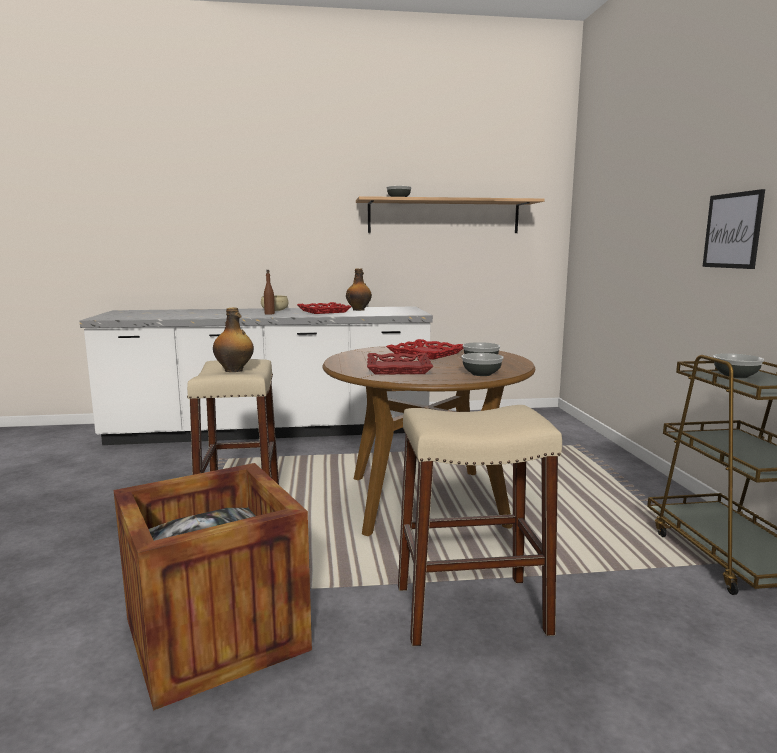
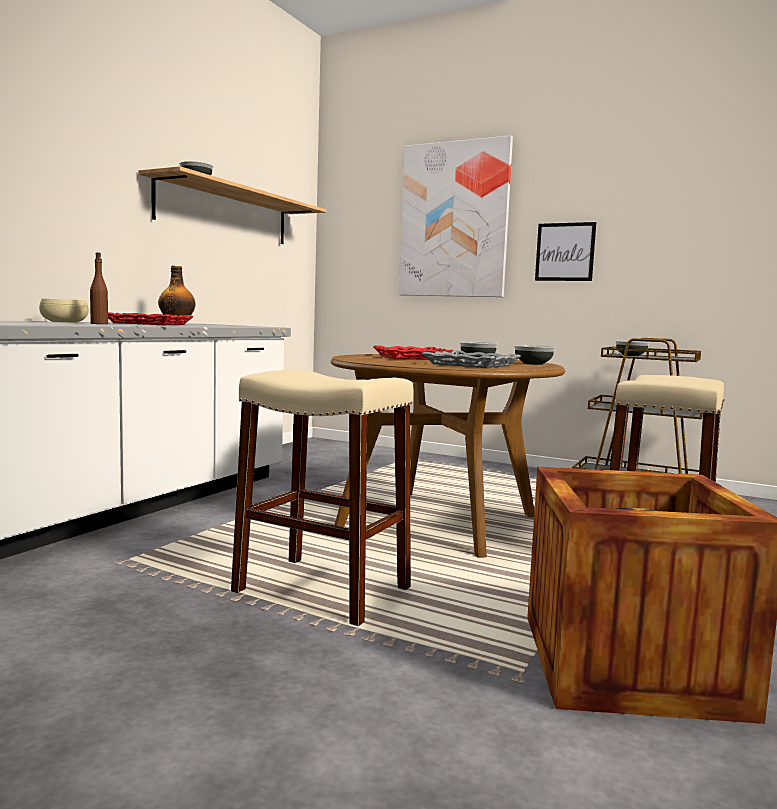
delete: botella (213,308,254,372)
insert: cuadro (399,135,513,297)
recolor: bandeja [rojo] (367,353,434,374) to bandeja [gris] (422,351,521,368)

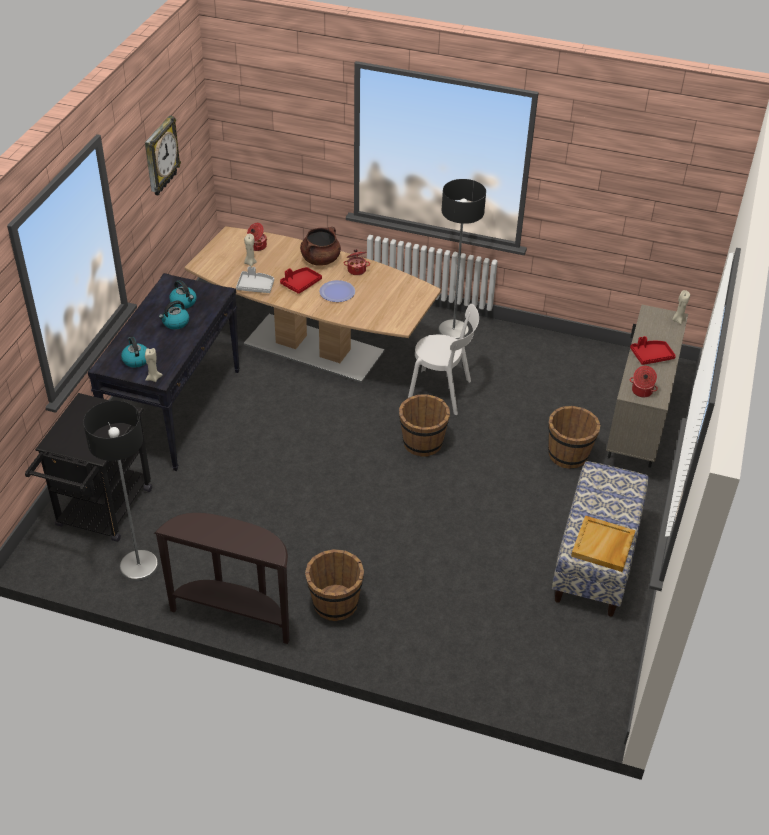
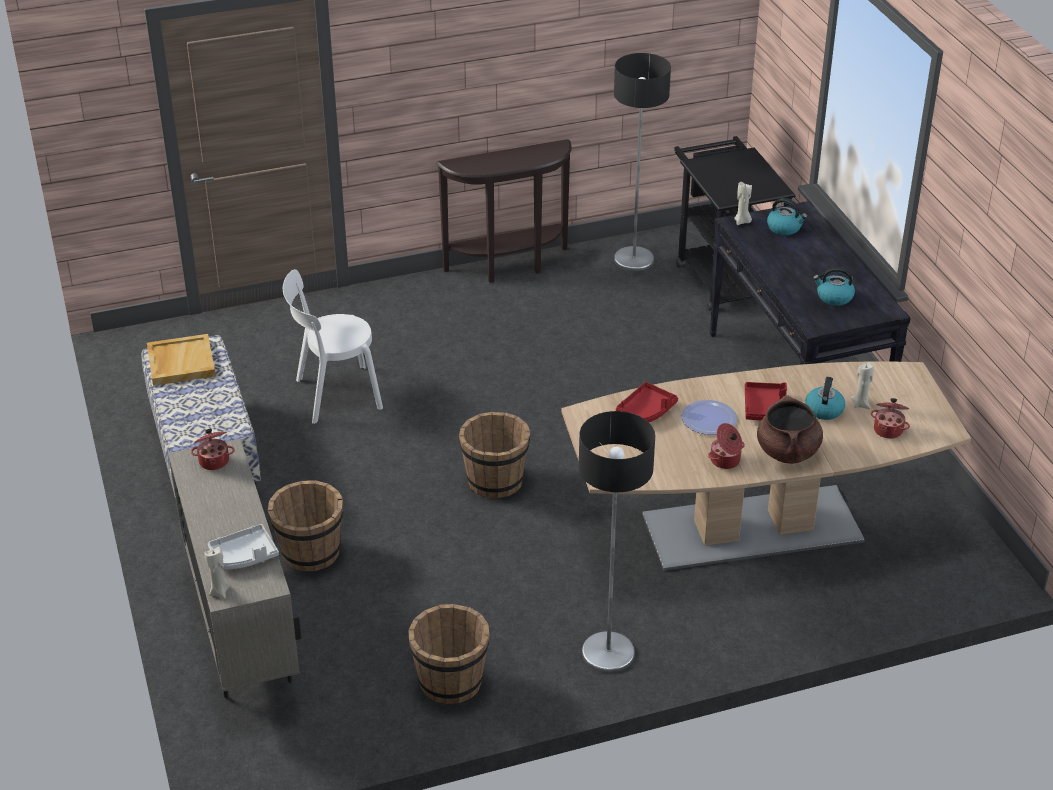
delete: reloj de pared (145,116,181,195)
move: bandeja [gris] (236,266,274,293) to (208,524,279,569); hervidor (159,300,189,329) to (805,377,845,420); silla [blanco] (408,304,479,415) to (283,269,383,424); bandeja [rojo] (630,336,676,365) to (616,382,678,422); cubo [marrón] (305,549,364,621) to (408,604,490,704)

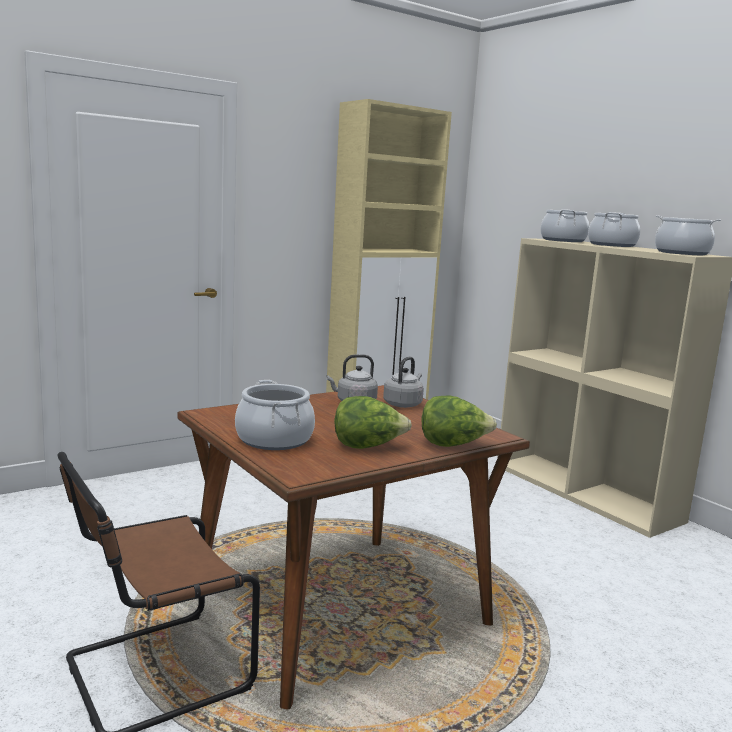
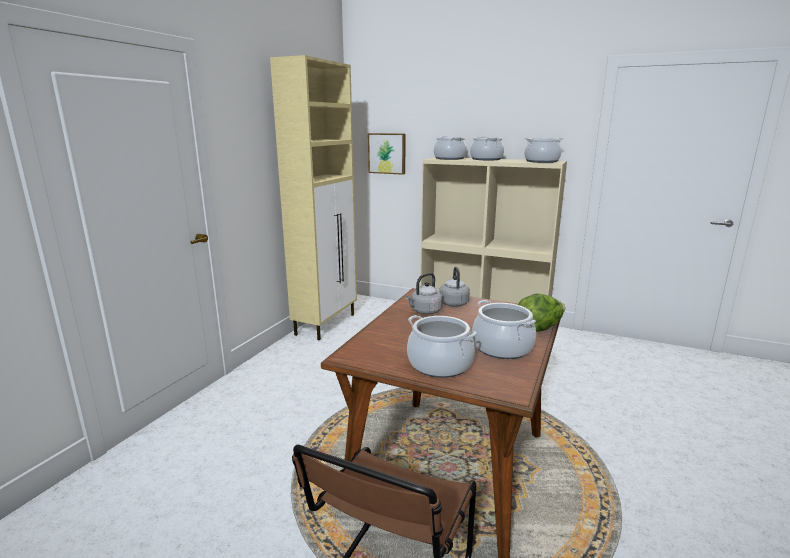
insert: cuadro (368,133,406,175)
replace: lechuga (334,396,412,449) to olla (472,300,536,359)

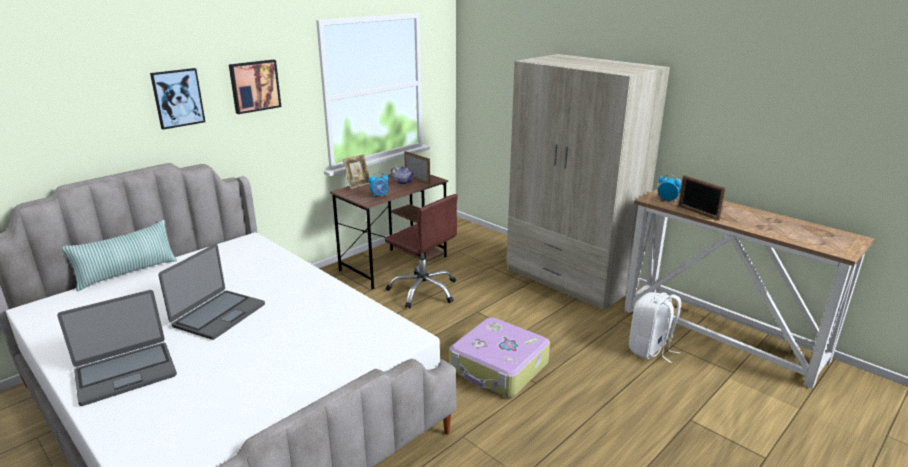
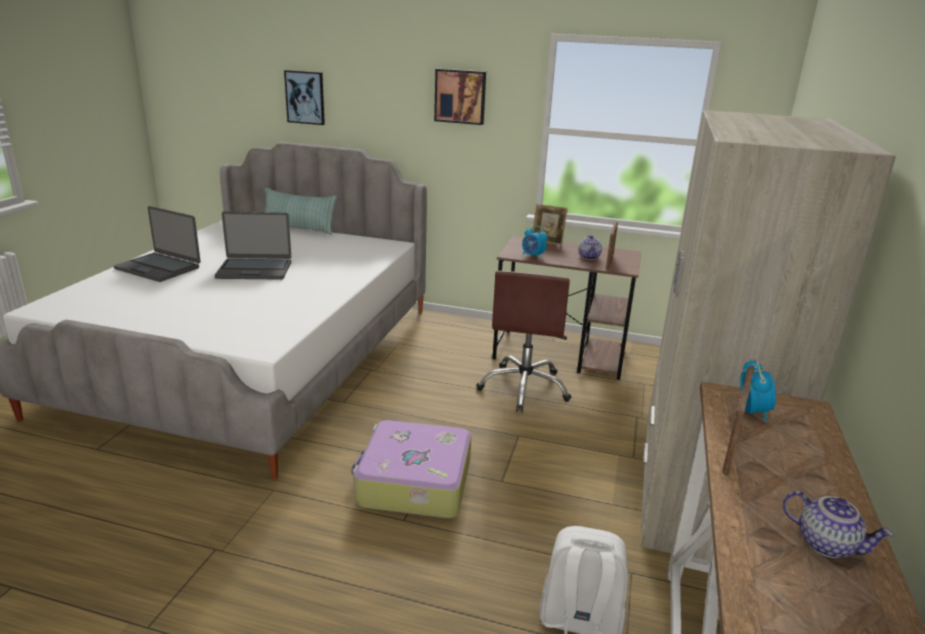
insert: tetera (783,491,894,558)
move: cuadro (150,68,205,129) to (284,70,325,125)

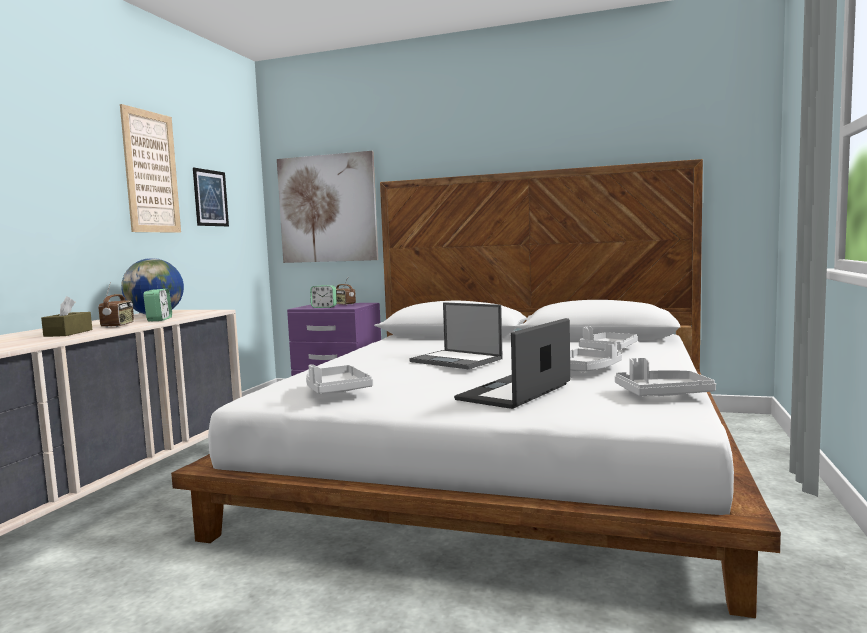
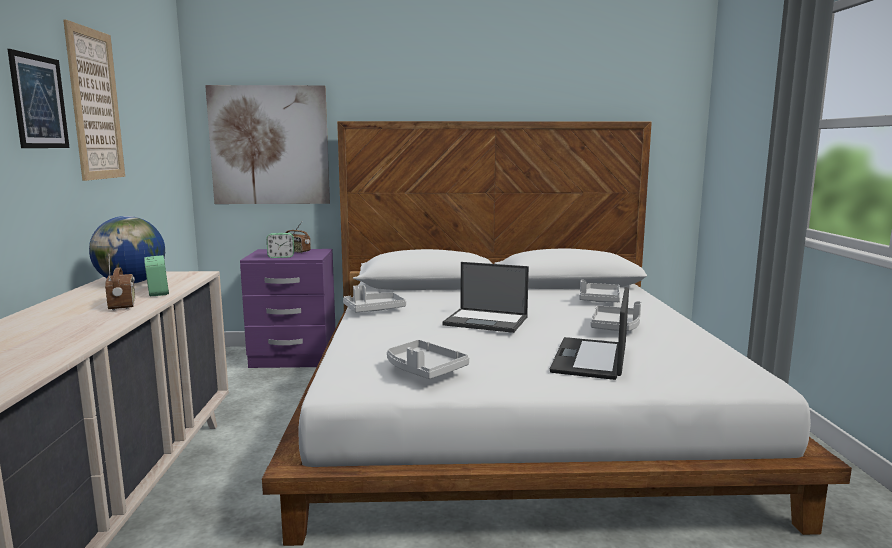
delete: caja de pañuelos [marrón] (41,296,92,337)
move: cuadro (193,168,229,226) to (7,49,70,148); bandeja [gris] (615,358,716,396) to (343,285,406,312)

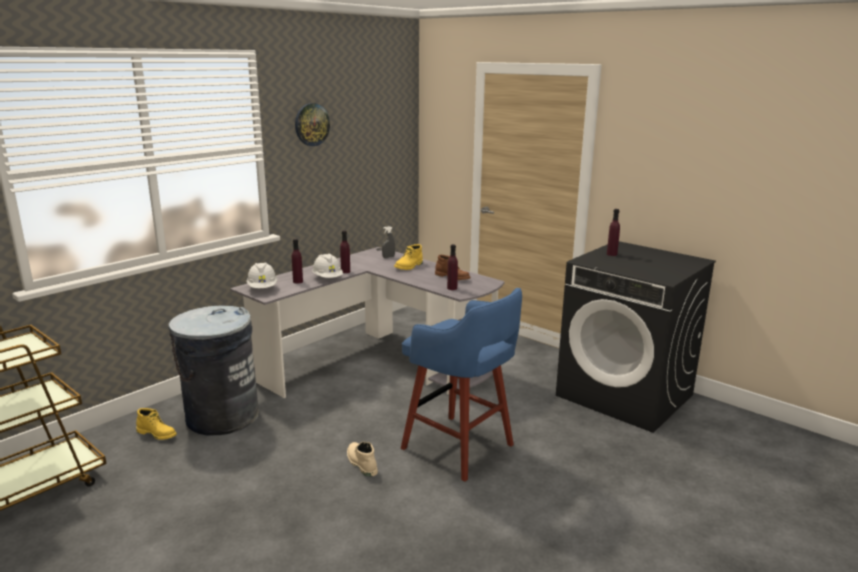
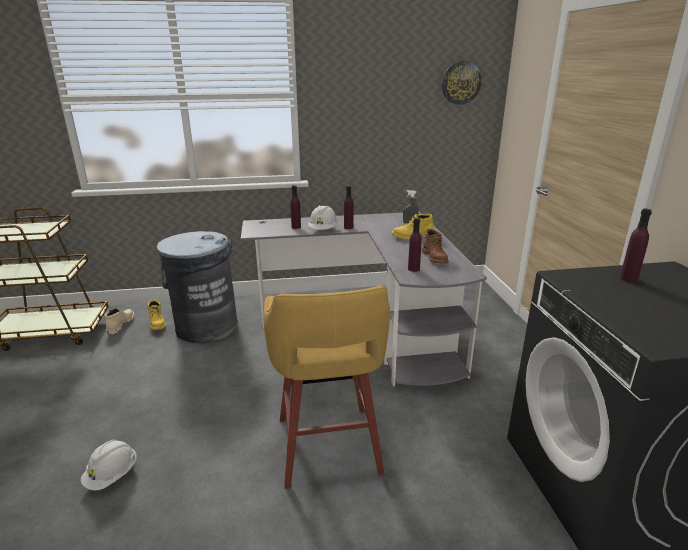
move: reloj de pared (295,103,330,146) to (442,61,482,104); casco [blanco] (246,262,278,288) to (81,440,137,491); bota [beis] (347,442,378,477) to (105,308,135,334)
recolor: taburete [azul] (401,288,522,482) to taburete [amarillo] (263,286,390,489)

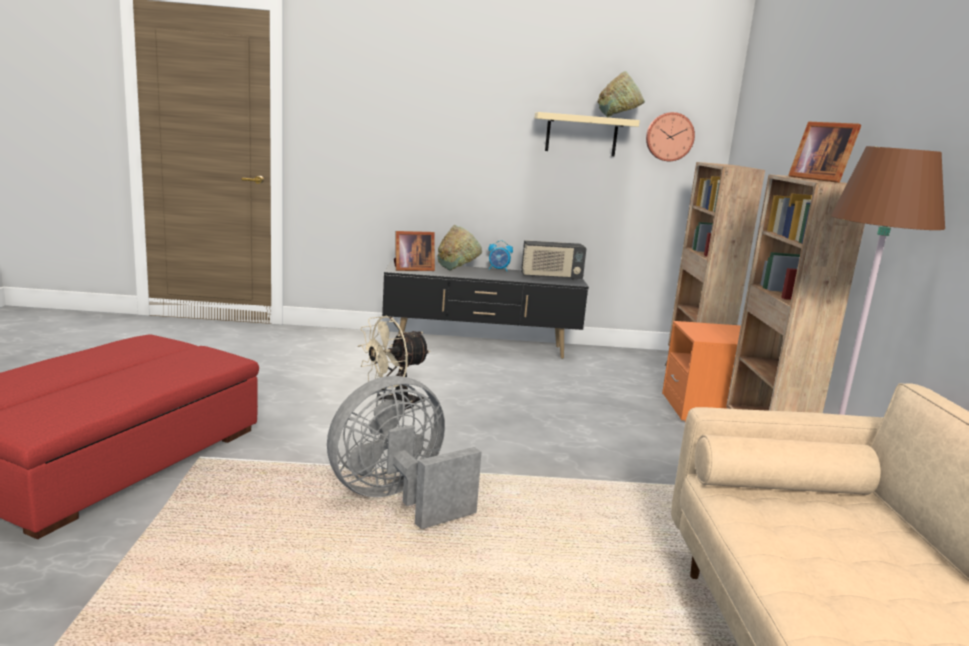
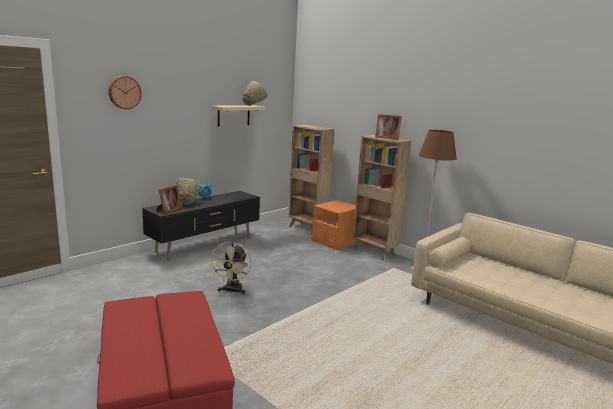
delete: radio (521,240,586,280); ventilador [gris] (327,376,482,530)
move: reloj de pared (646,112,695,161) to (108,76,142,109)

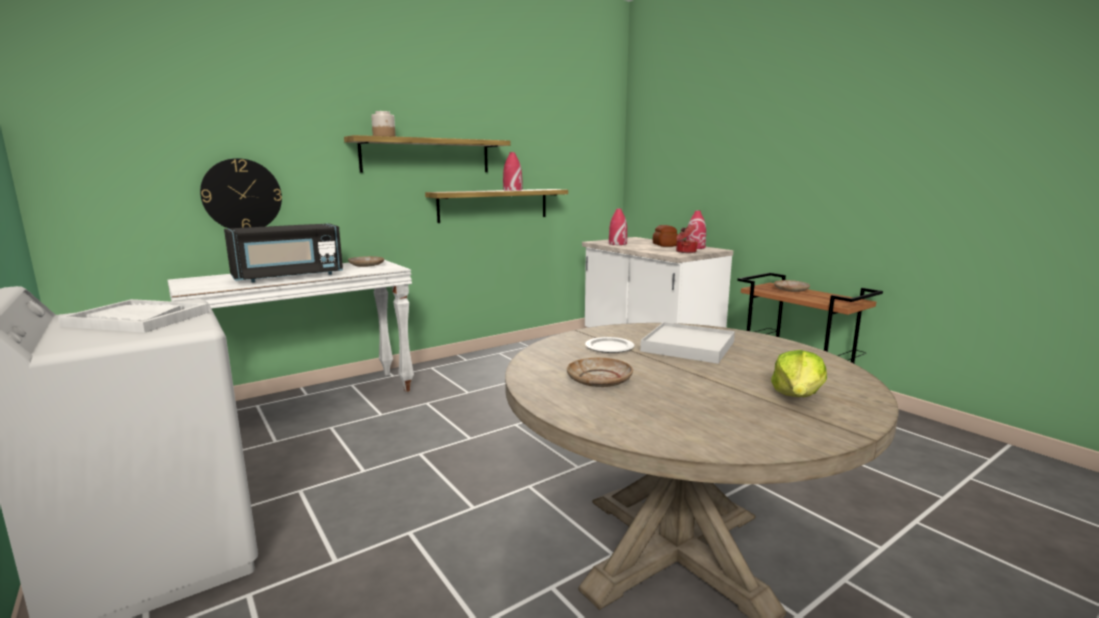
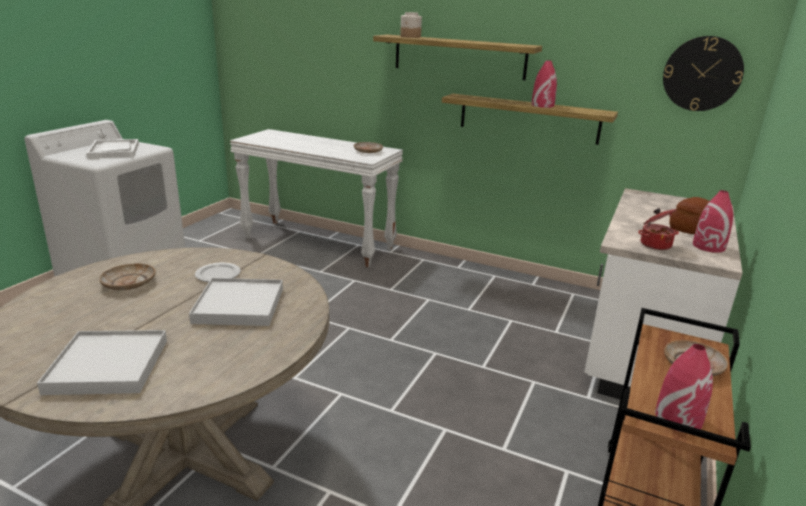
delete: microondas [negro] (224,223,343,282)
move: reloj de pared (200,158,282,229) to (663,36,744,111); florero [rojo] (609,208,627,245) to (655,344,713,432)
replace: lechuga (771,350,827,397) to bandeja [blanco] (37,330,167,395)

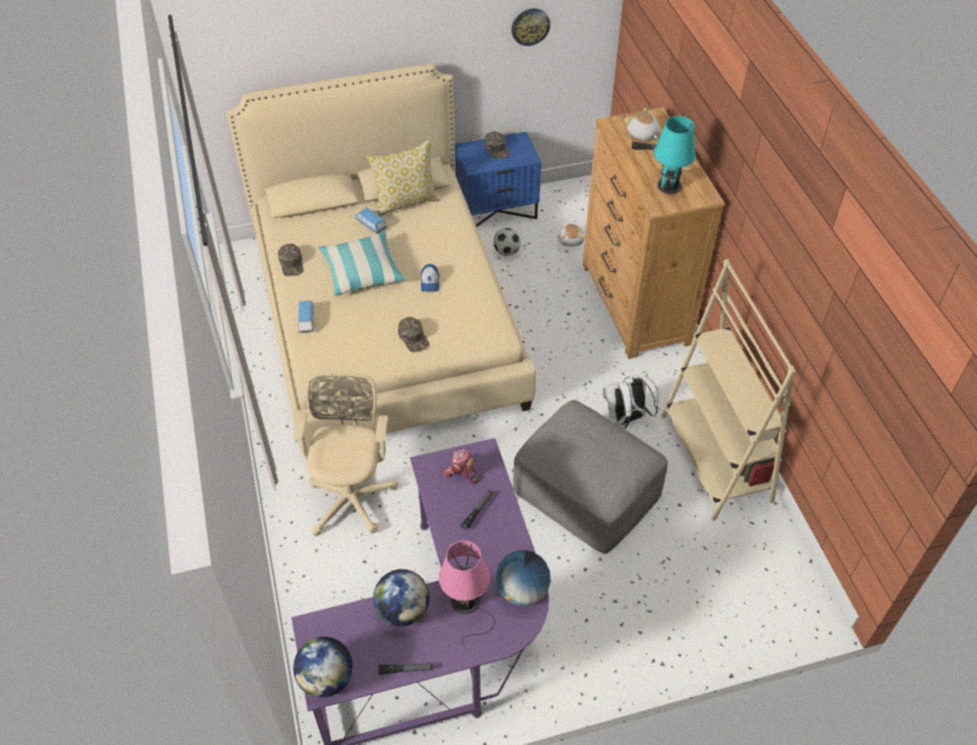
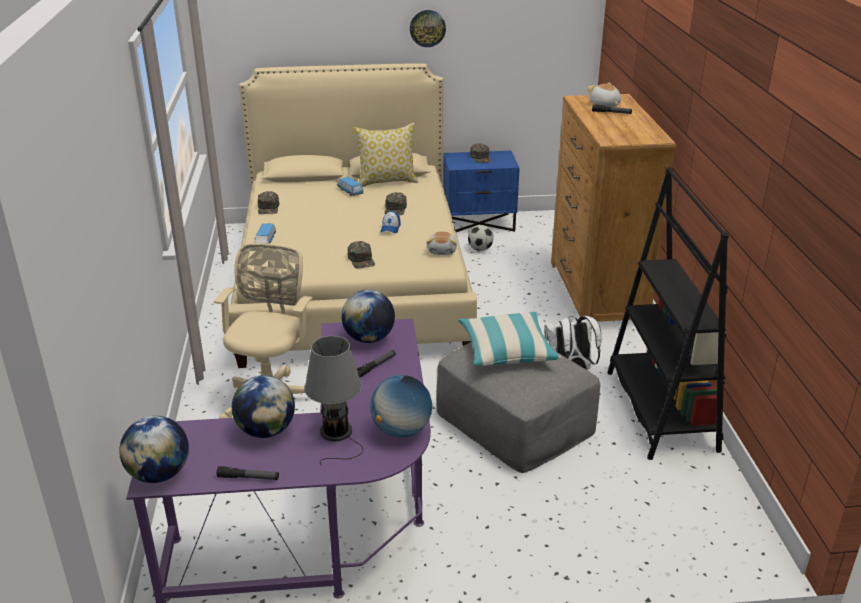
delete: lámpara de mesa [turquesa] (654,116,696,194)
insert: gorra [verde] (385,192,407,215)
move: reloj de pared (511,8,550,46) to (410,10,446,47); peluche (559,224,585,247) to (427,232,457,255); cojín (318,231,406,296) to (458,312,561,366)
replace: robot de juguete (442,449,480,484) to globo terráqueo (341,290,395,343)
recolor: estantería [beis] (662,259,796,521) to estantería [negro] (607,167,729,460); lámpara de mesa [rosa] (439,540,495,645) to lámpara de mesa [gris] (304,336,363,466)

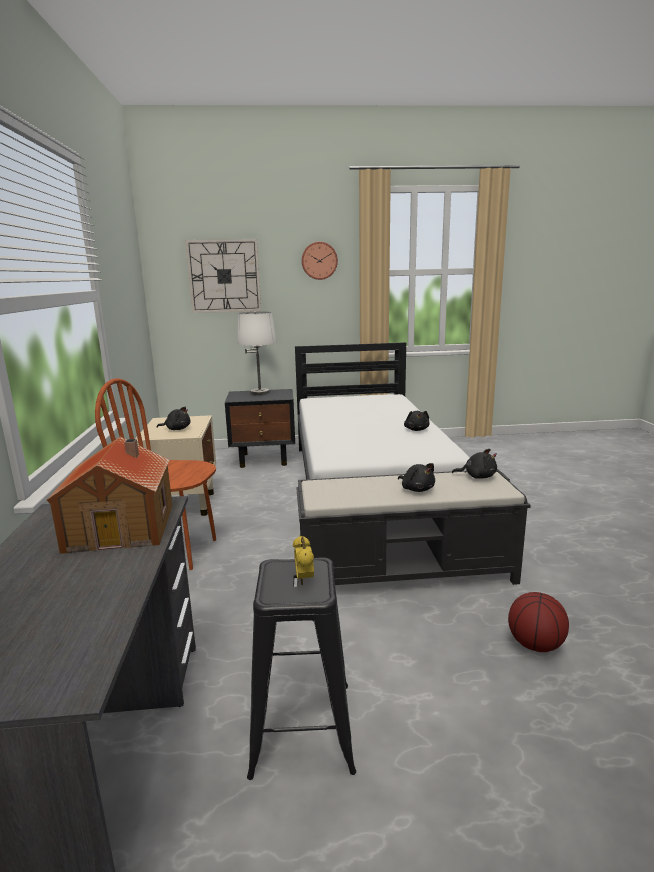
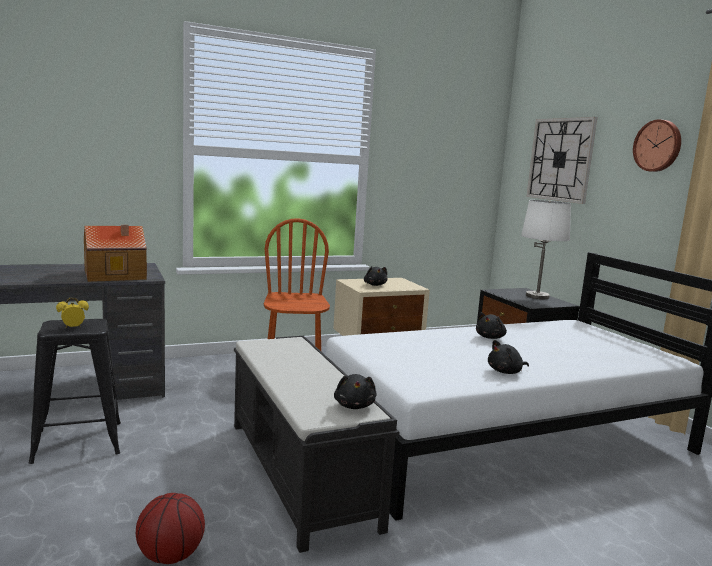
move: peluche [negro] (398,463,435,492) to (476,312,507,339)

